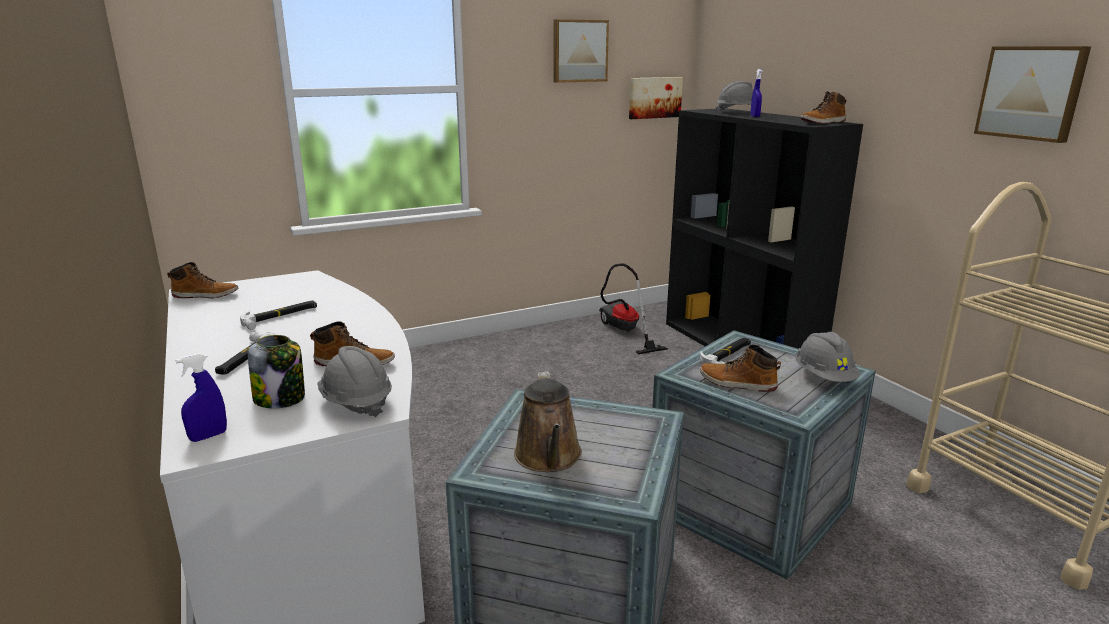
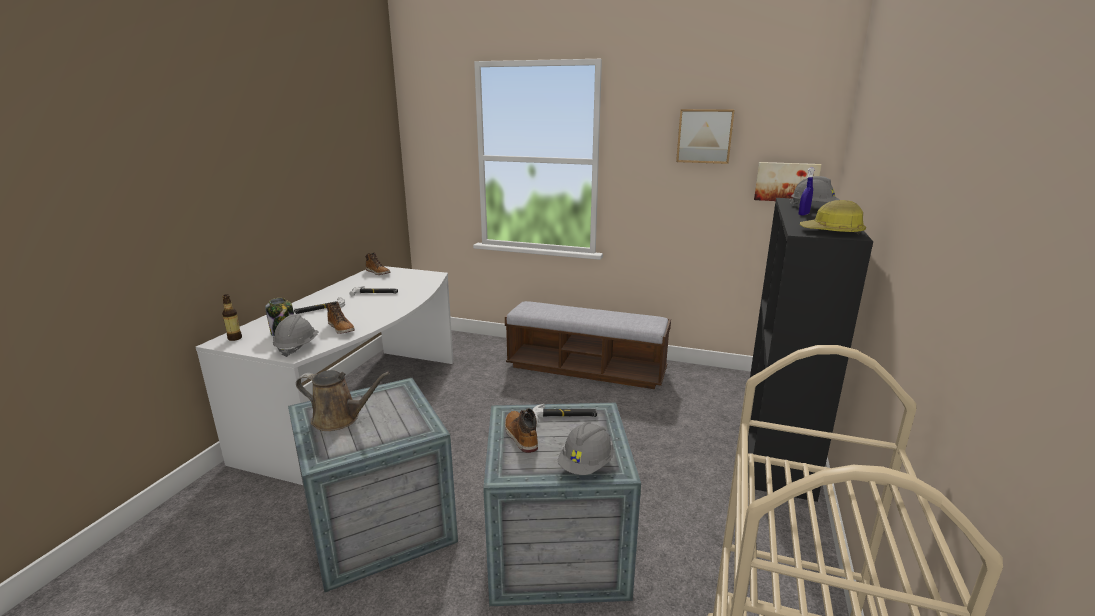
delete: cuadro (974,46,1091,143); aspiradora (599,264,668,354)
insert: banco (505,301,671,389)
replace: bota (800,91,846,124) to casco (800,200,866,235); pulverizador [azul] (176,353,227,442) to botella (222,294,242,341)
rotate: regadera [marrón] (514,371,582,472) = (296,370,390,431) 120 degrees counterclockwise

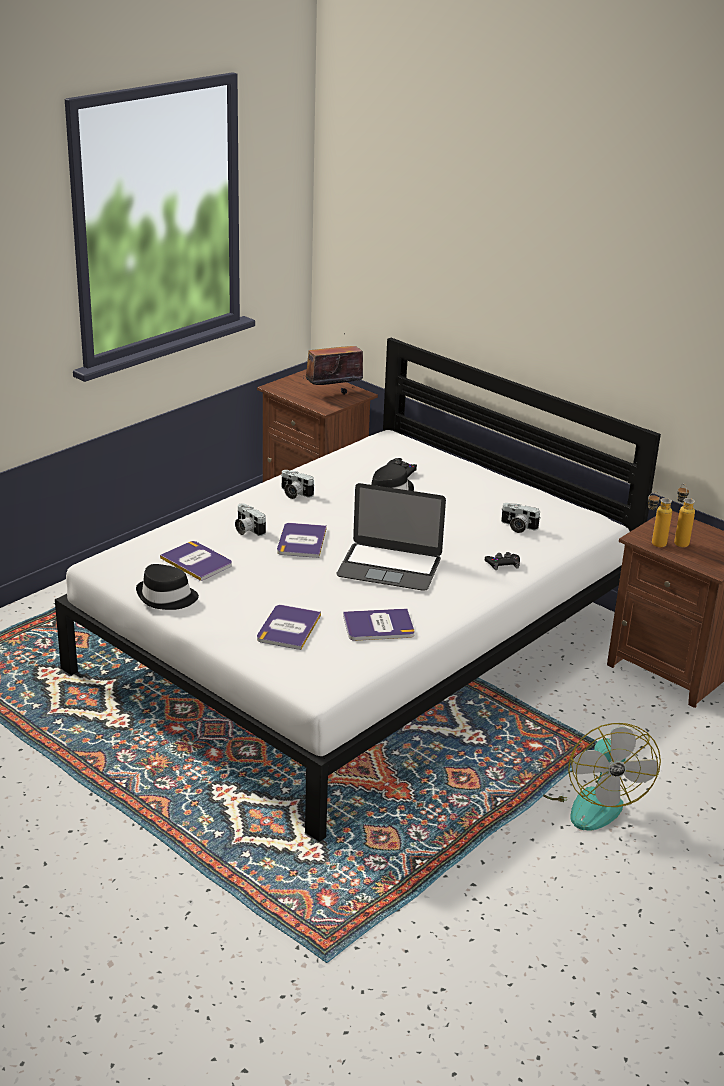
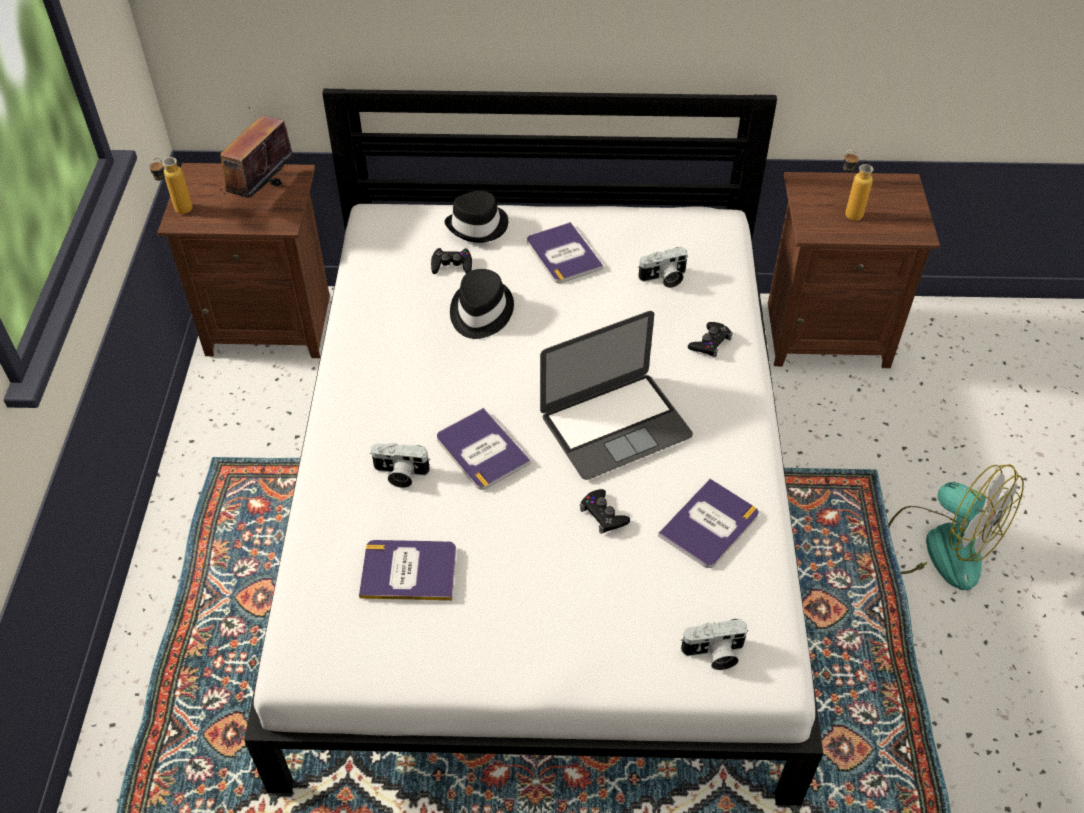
insert: mando de consola [negro] (580,489,630,534)
move: cámara (281,470,314,499) to (681,619,748,670); botella (648,492,672,547) to (149,157,193,214); sombrero [negro] (136,564,199,610) to (445,191,508,243); libro (257,605,321,650) to (527,222,603,283)

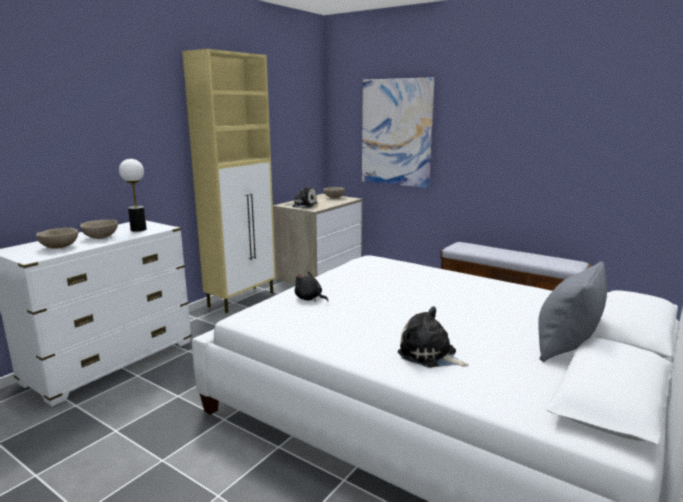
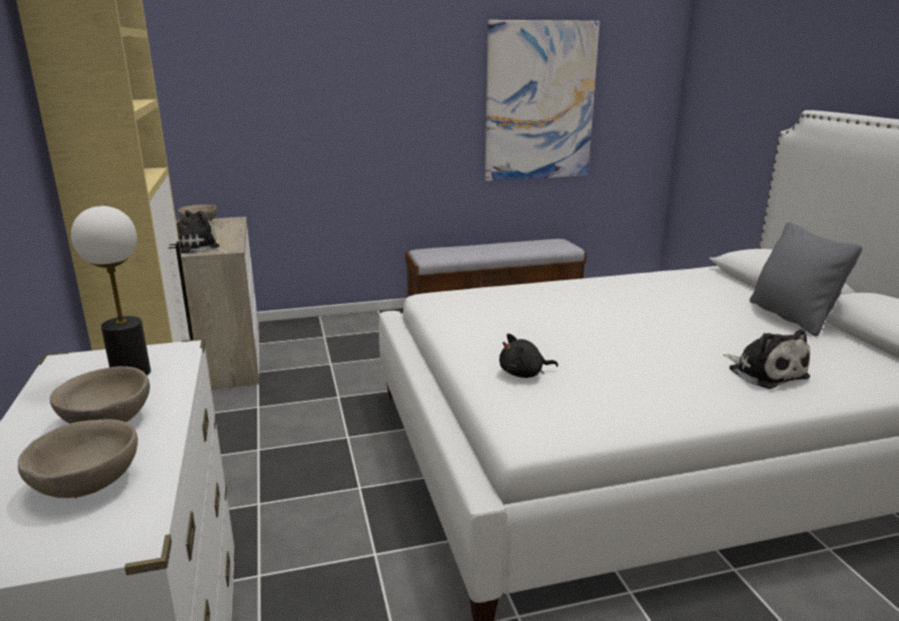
move: cuadro (362,77,435,188) to (485,20,600,181)
rotate: peluche (397,306,469,368) = (723,329,810,389) 105 degrees counterclockwise

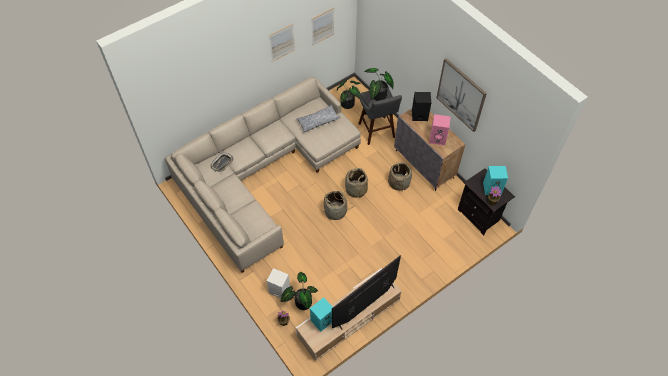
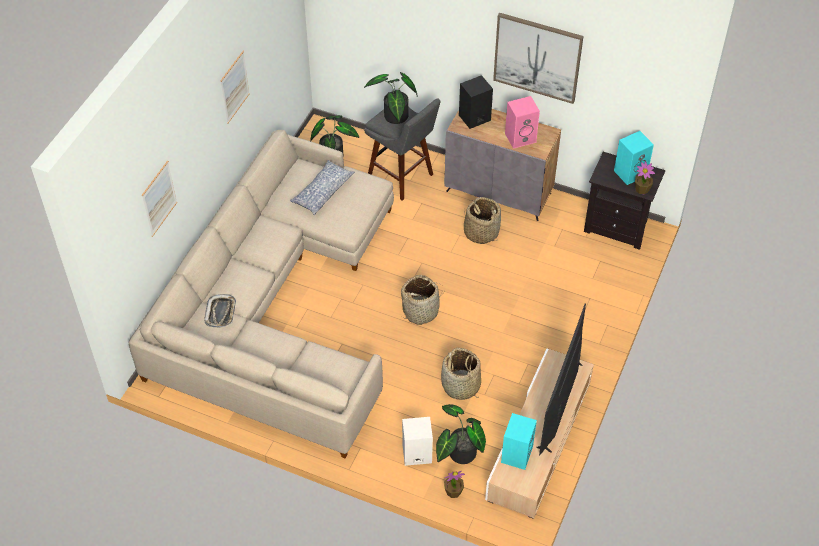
move: cuadro (311,8,334,45) to (142,161,177,237); cesta (345,168,368,198) to (441,348,481,400)

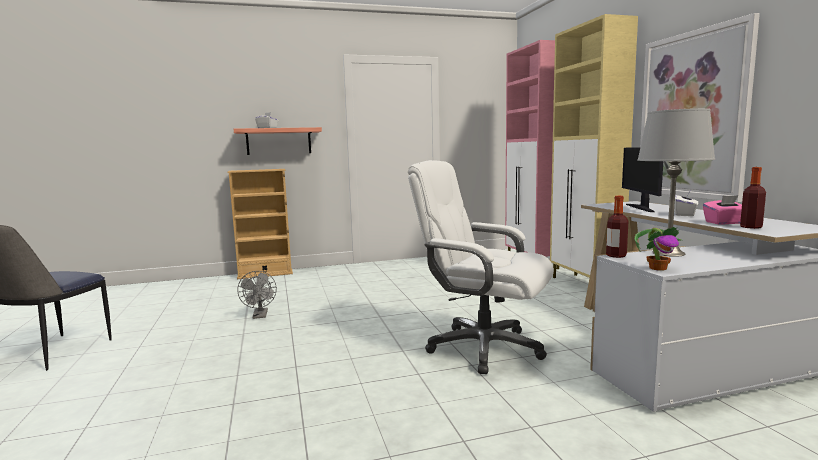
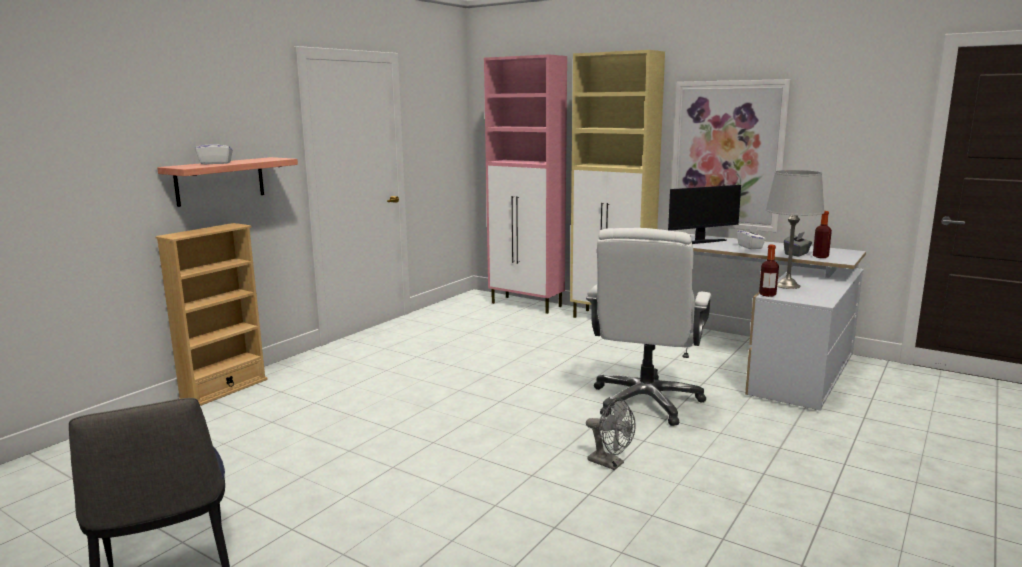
delete: planta en maceta (634,227,681,271)
move: ventilador [gris] (237,271,277,319) to (586,399,635,470)
recolor: caja de pañuelos [rosa] (703,195,742,225) to caja de pañuelos [gris] (784,232,812,256)
rotate: monitor (622,148,663,212) = (668,185,741,244) 75 degrees counterclockwise; silla de oficina [blanco] (408,160,554,374) = (586,228,711,426) 60 degrees counterclockwise

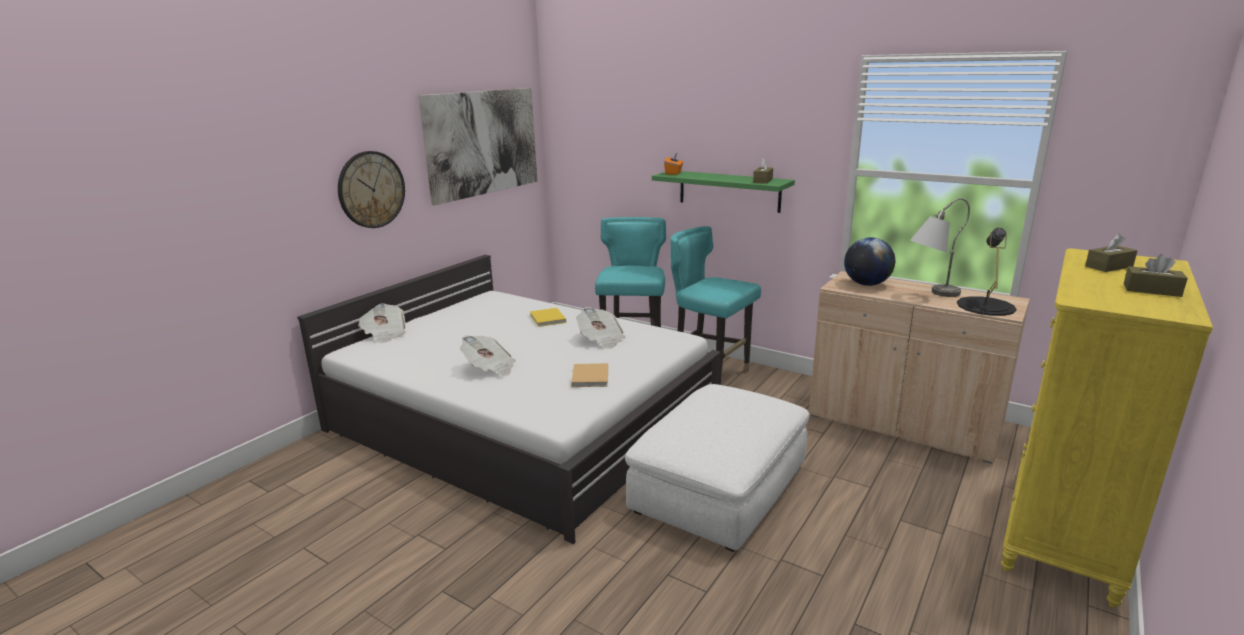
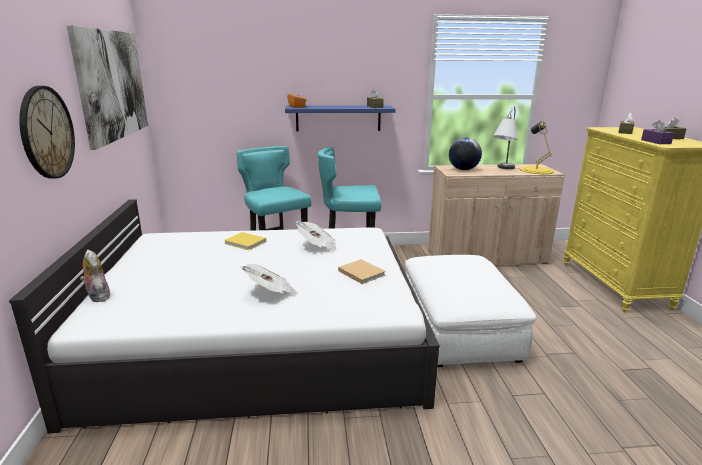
insert: caja de pañuelos [morado] (641,120,674,144)
replace: periódico (359,303,406,343) to peluche (80,249,110,302)
recolor: estante [verde] (652,171,795,213) to estante [azul] (285,106,396,132); lámpara de mesa [negro] (957,228,1017,316) to lámpara de mesa [amarillo] (520,121,554,174)

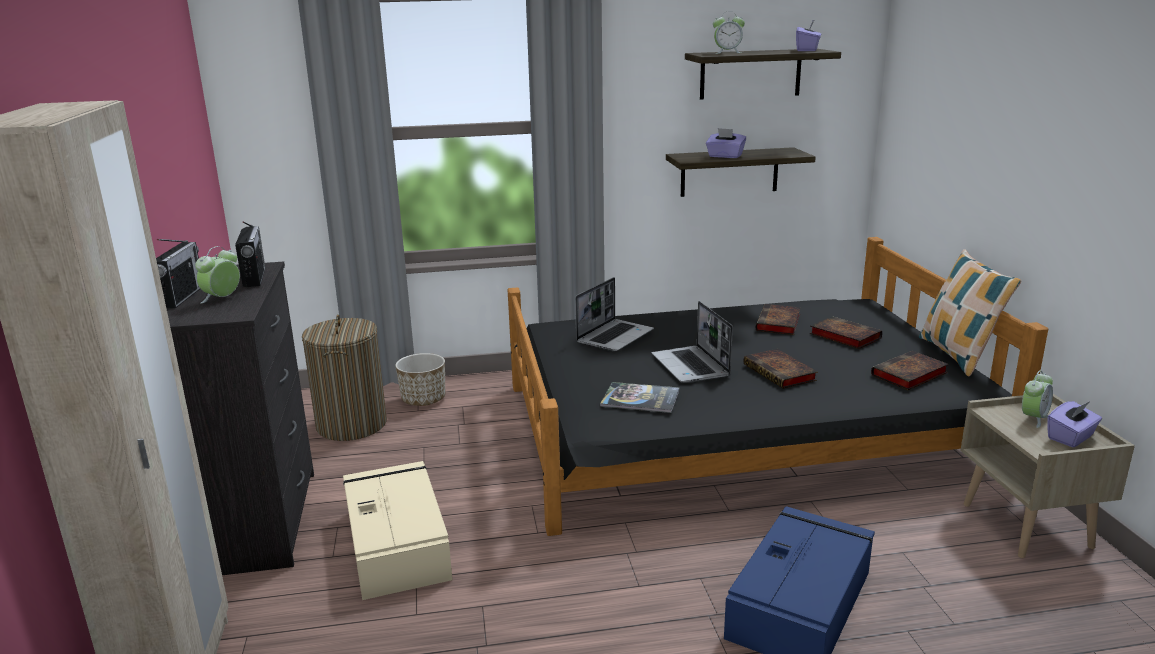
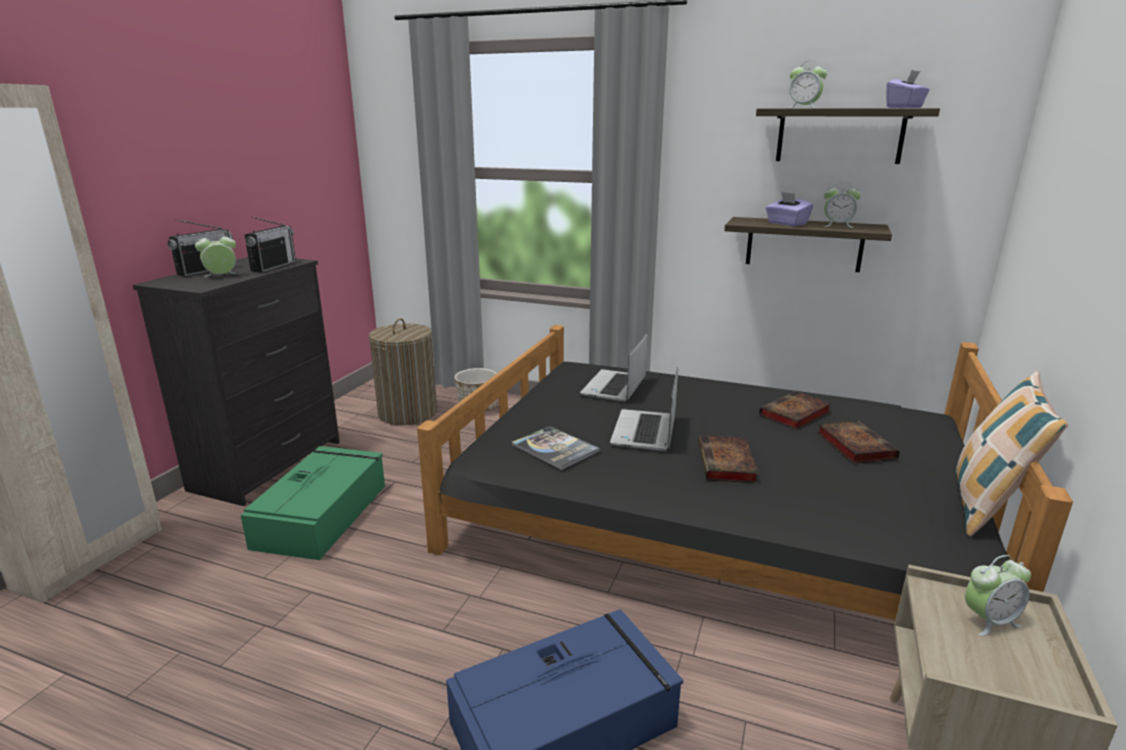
delete: libro (871,351,949,390); caja de pañuelos [morado] (1047,401,1102,447)
insert: despertador (824,182,861,228)
recolor: caja de almacenaje [beis] (343,461,452,600) to caja de almacenaje [verde] (241,446,385,560)
rotate: portátil (575,277,654,351) = (580,333,648,402) 135 degrees clockwise

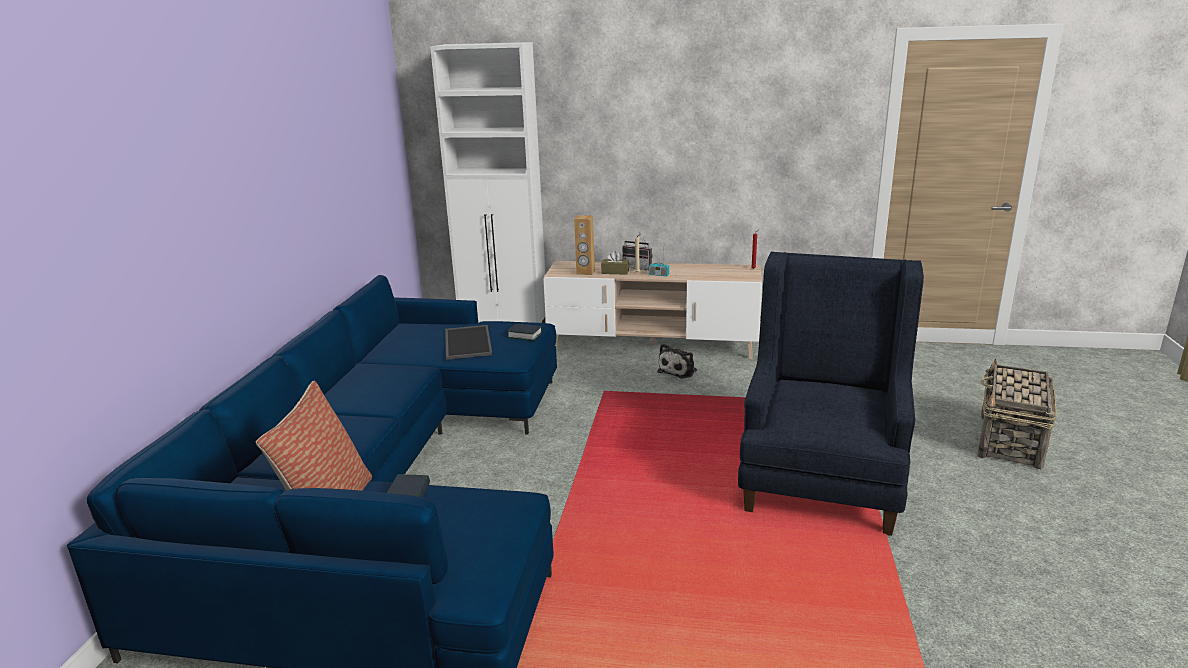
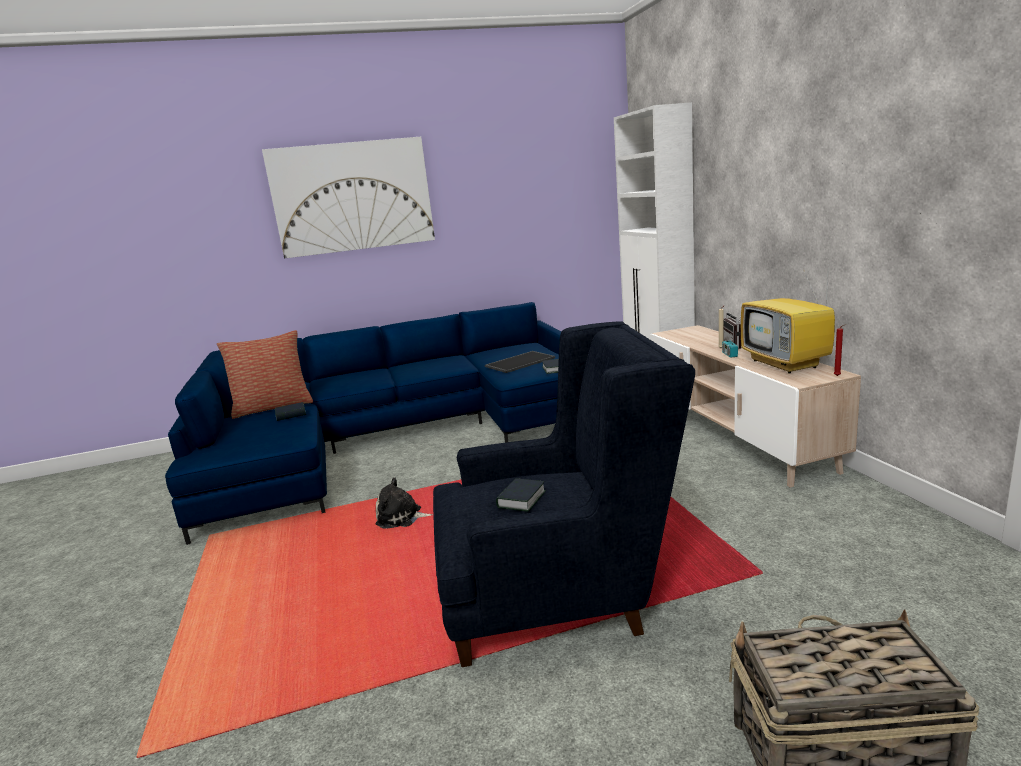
delete: altavoz [marrón] (574,215,595,275); caja de pañuelos [marrón] (601,251,629,275)
insert: cuadro (262,137,435,259); televisor (741,261,835,373); libro (496,478,546,512)
move: peluche (657,343,697,379) to (376,477,433,529)

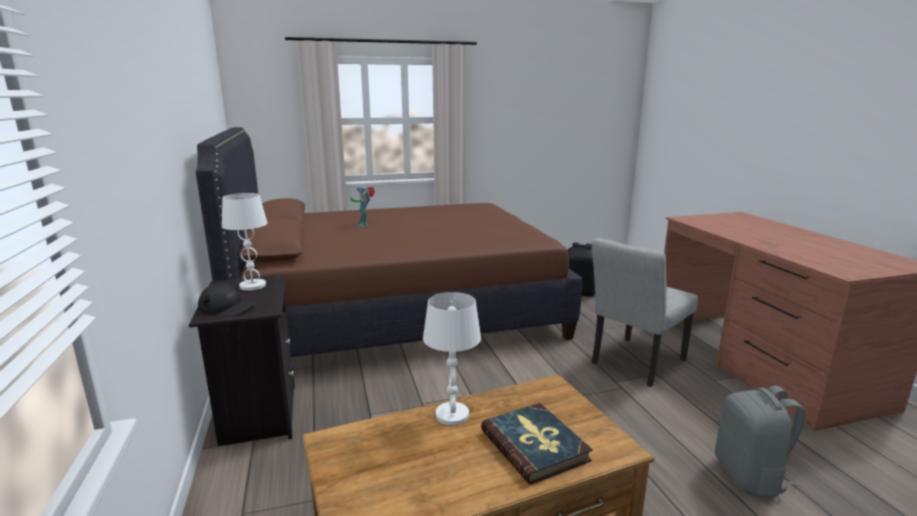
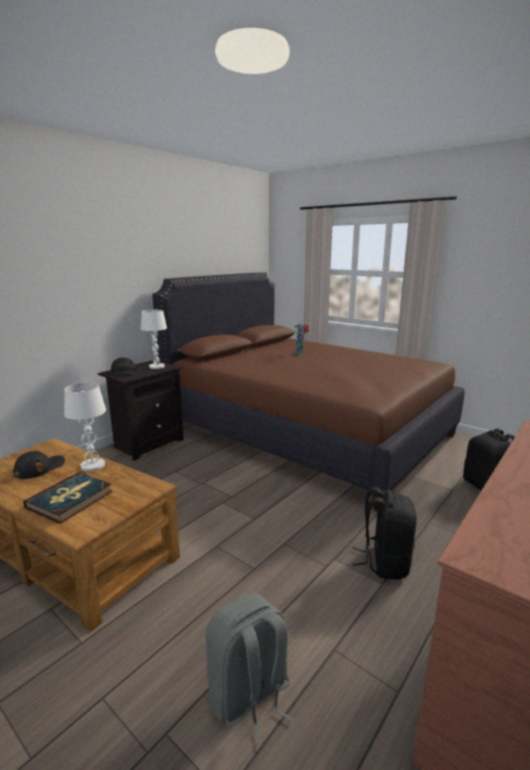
insert: gorra [negro] (13,451,65,479)
replace: silla [gris] (591,238,698,387) to mochila [negro] (353,487,417,580)

